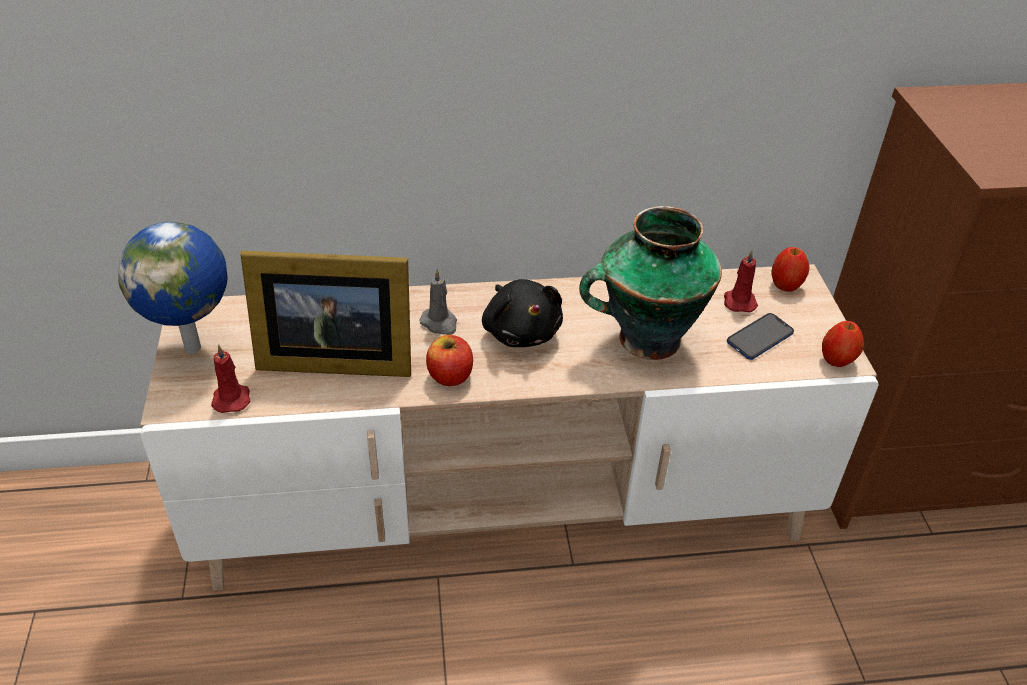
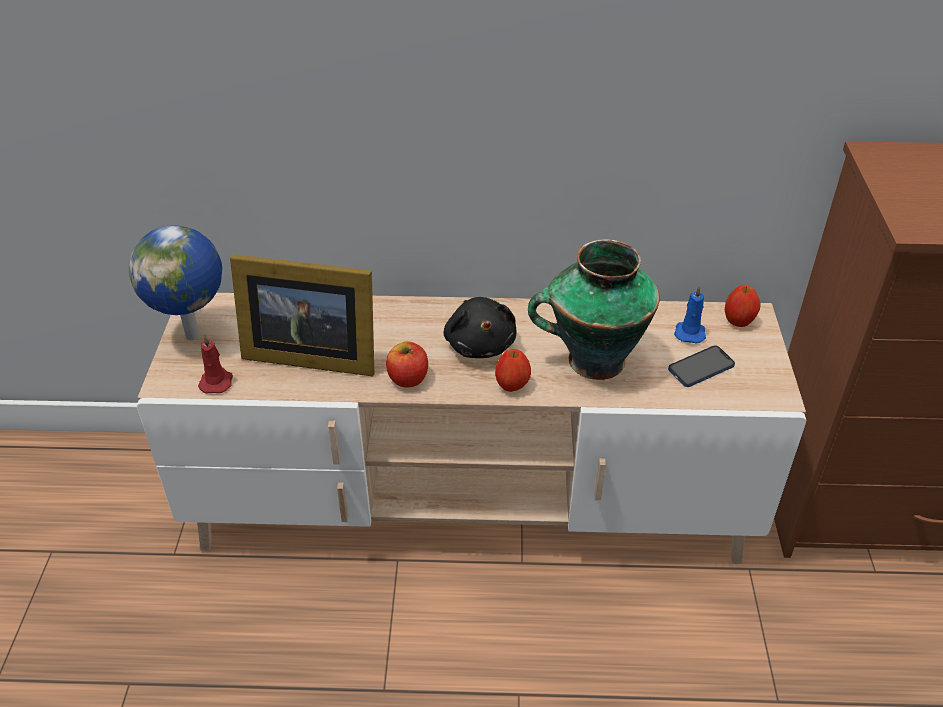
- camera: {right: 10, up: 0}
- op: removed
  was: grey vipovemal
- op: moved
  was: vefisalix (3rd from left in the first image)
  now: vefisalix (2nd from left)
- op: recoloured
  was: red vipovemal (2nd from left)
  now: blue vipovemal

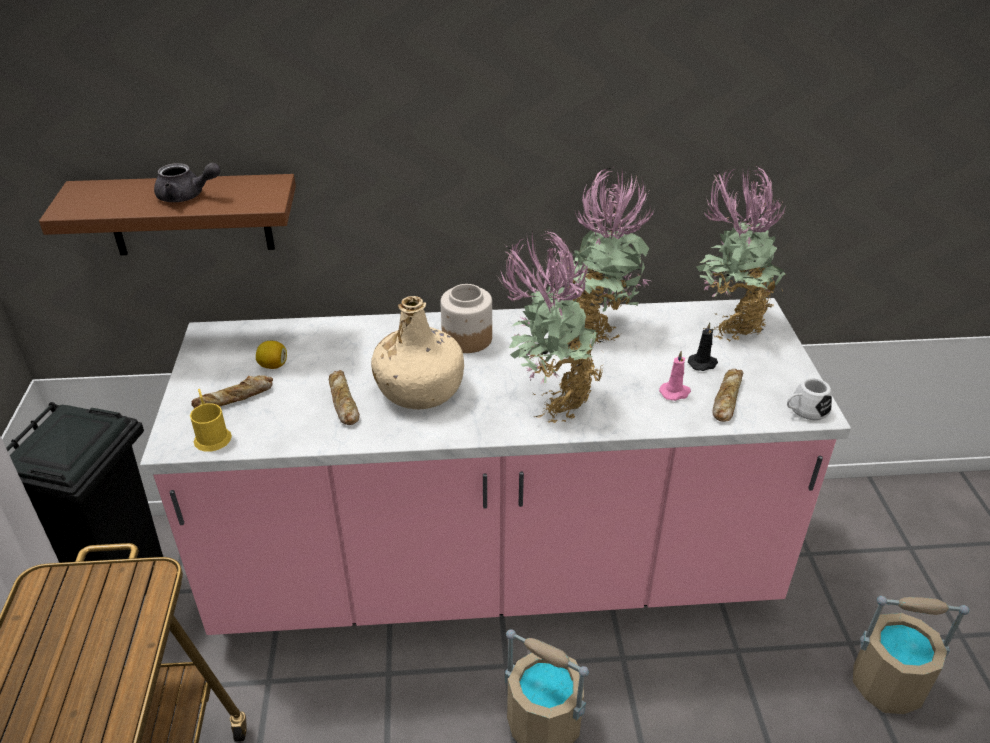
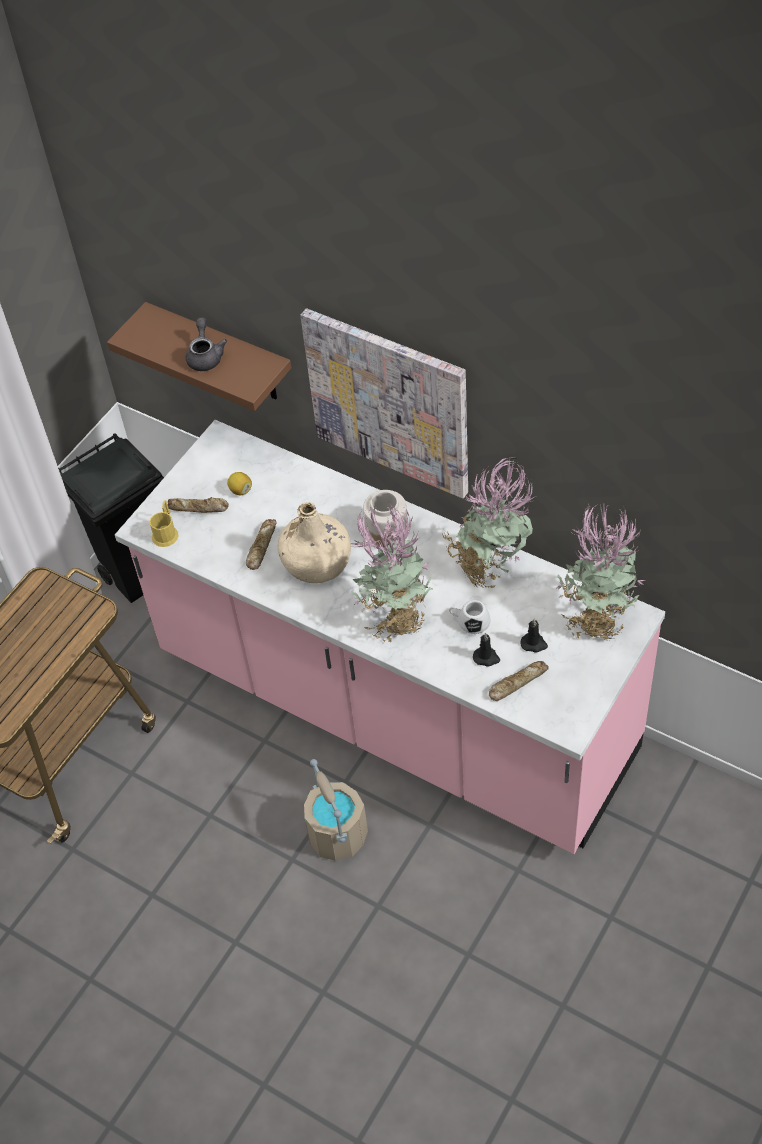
- camera: {right: 40, up: 15}
- op: removed
  was: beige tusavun (2nd from left)
- op: added
  now: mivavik
- op: moved
  was: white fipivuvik
- op: recoloured
  was: pink vipovemal
  now: black vipovemal (1st from left)
- op: turned
  was: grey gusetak
  clockwise: -135

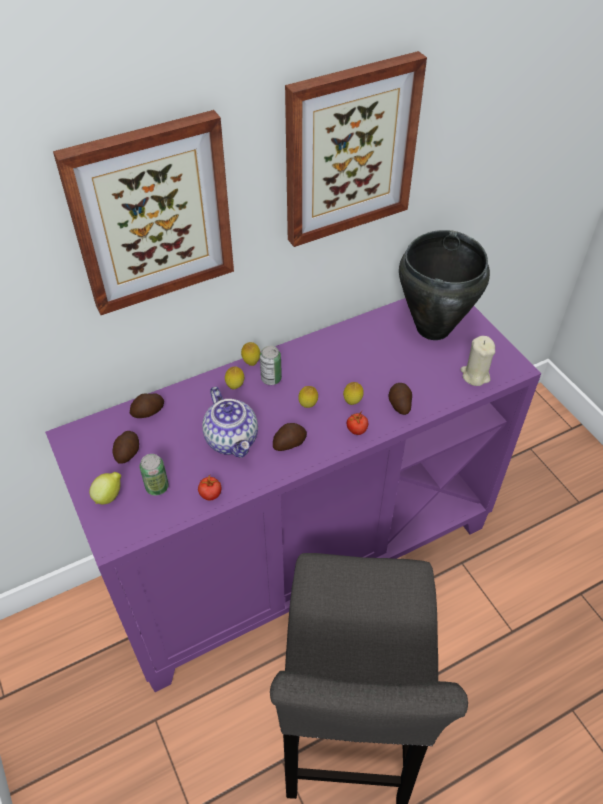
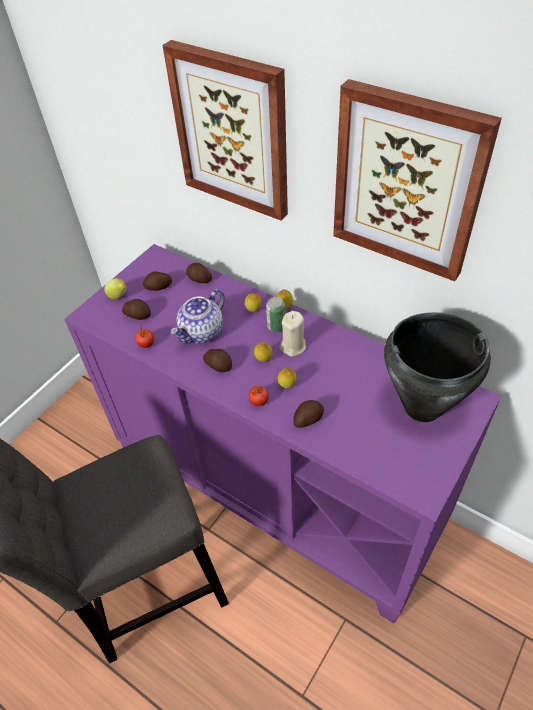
- camera: {right: 65, up: 0}
- op: moved
  was: beige vipovemal
- op: replaced
  was: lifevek (1st from left)
  now: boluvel (1st from left)

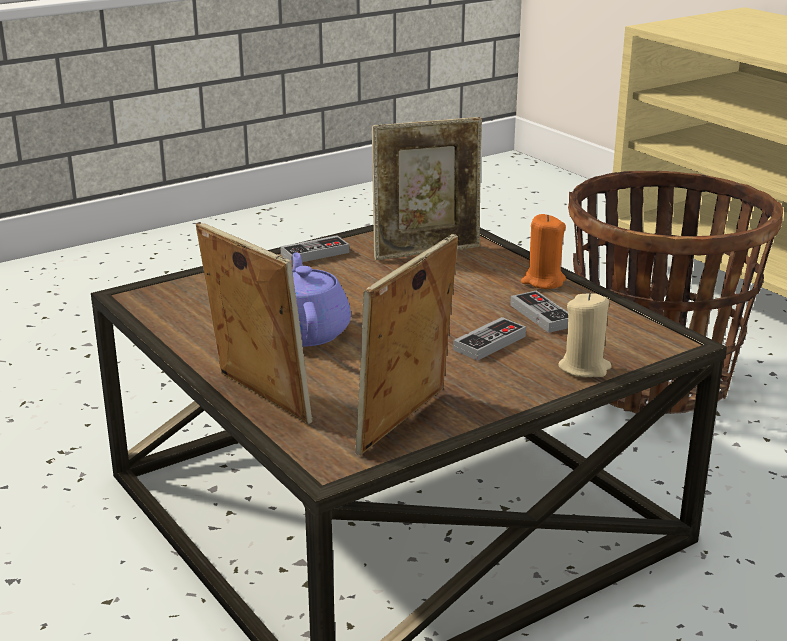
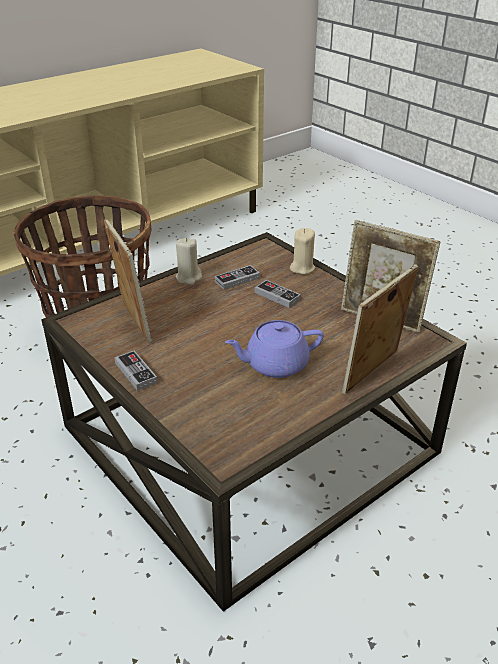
- camera: {right: -95, up: 10}
- op: recoloured
  was: orange vipovemal
  now: beige vipovemal (1st from left)

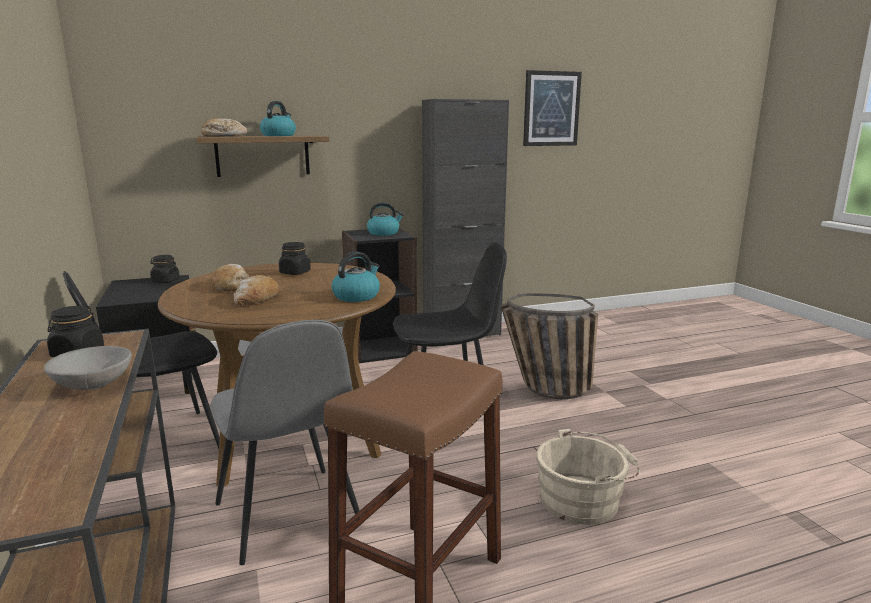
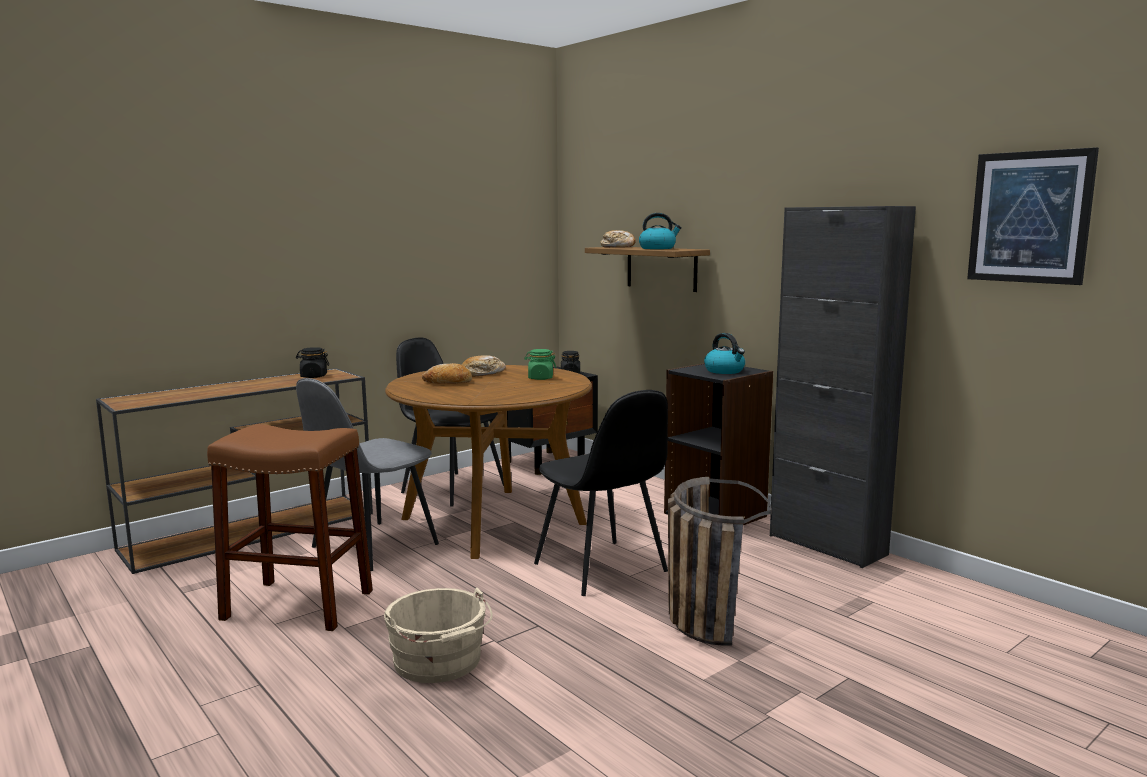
- camera: {right: 70, up: -5}
- op: removed
  was: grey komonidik
- op: removed
  was: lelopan (2nd from left)
- op: recoloured
  was: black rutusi (3rd from left)
  now: green rutusi

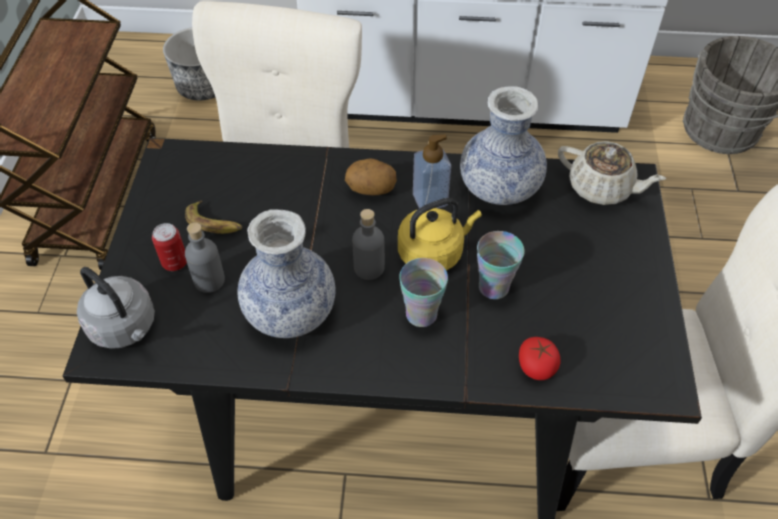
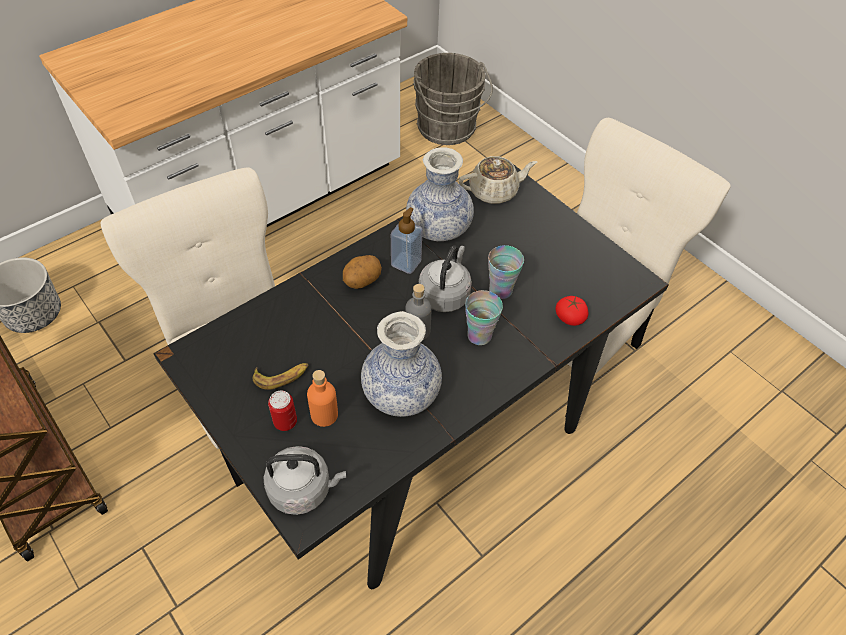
- camera: {right: -45, up: 0}
- op: recoloured
  was: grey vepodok (1st from left)
  now: orange vepodok
- op: recoloured
  was: yellow lelopan
  now: grey lelopan (2nd from left)

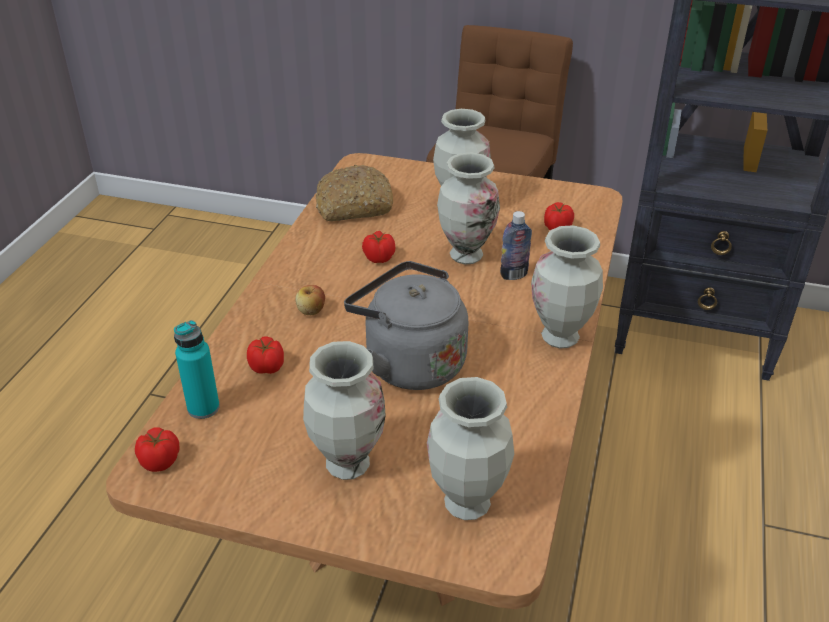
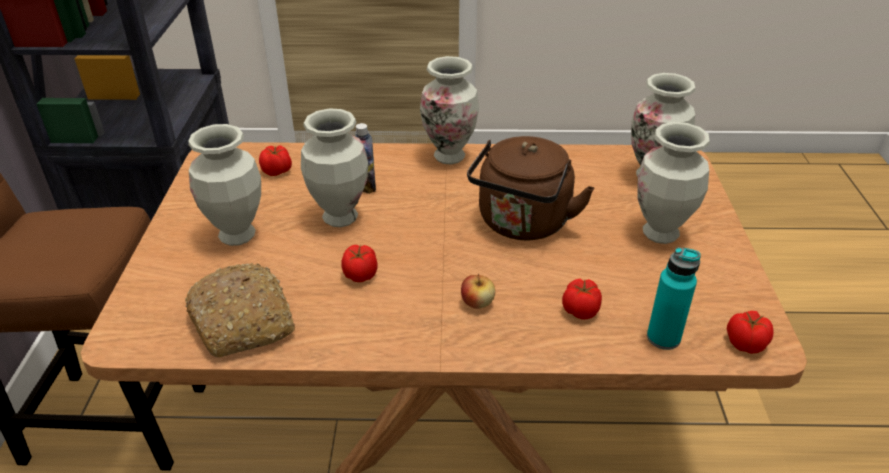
- camera: {right: -105, up: 0}
- op: recoloured
  was: grey lelopan
  now: brown lelopan

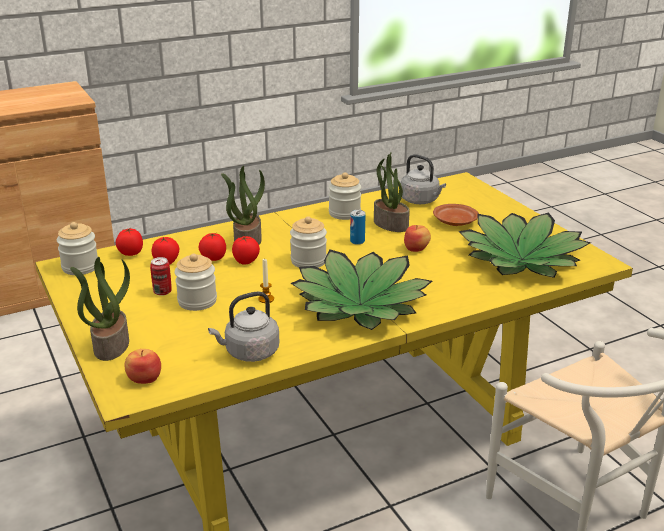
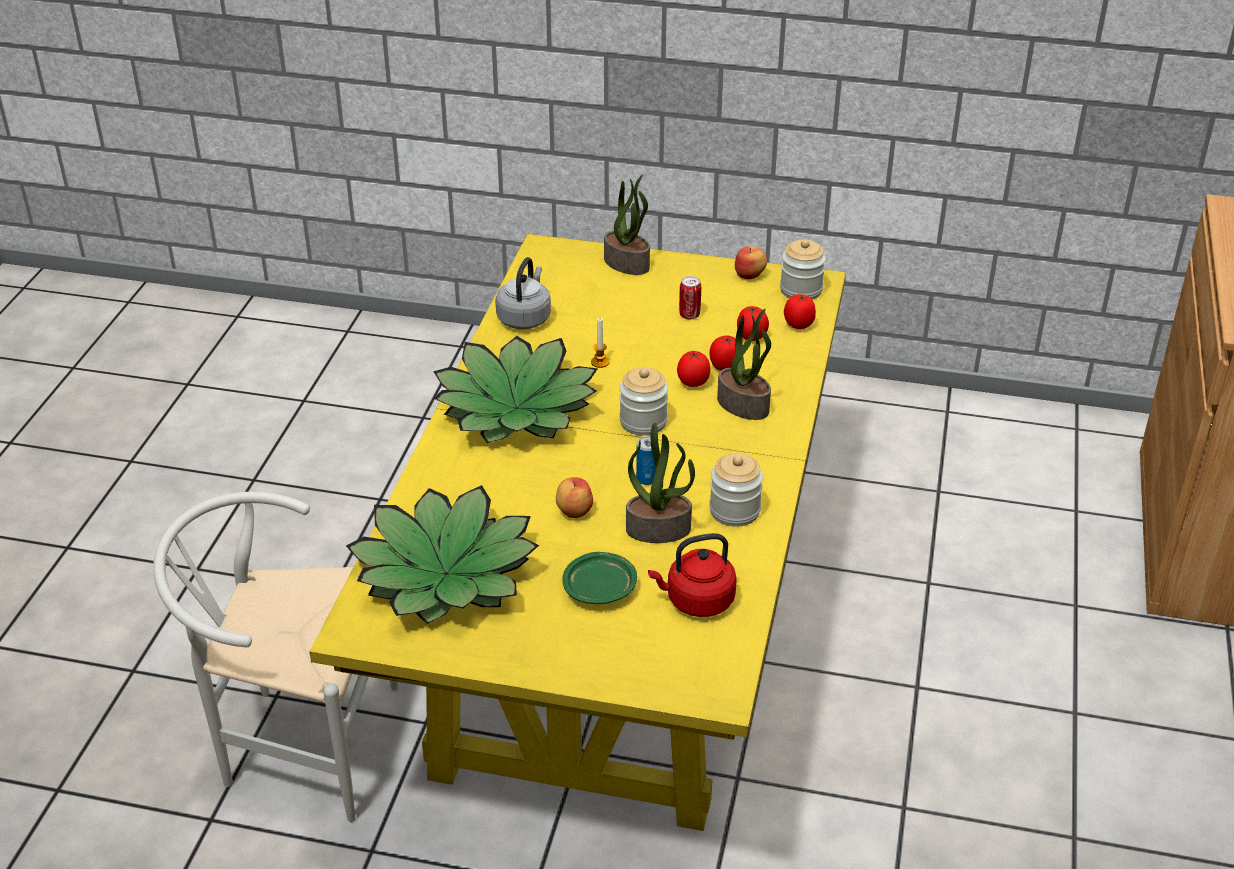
- camera: {right: 130, up: 10}
- op: removed
  was: rutusi (2nd from left)
- op: moved
  was: vefisalix (1st from left in the first image)
  now: vefisalix (2nd from left)
- op: recoloured
  was: grey lelopan (2nd from left)
  now: red lelopan
- op: recoloured
  was: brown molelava
  now: green molelava

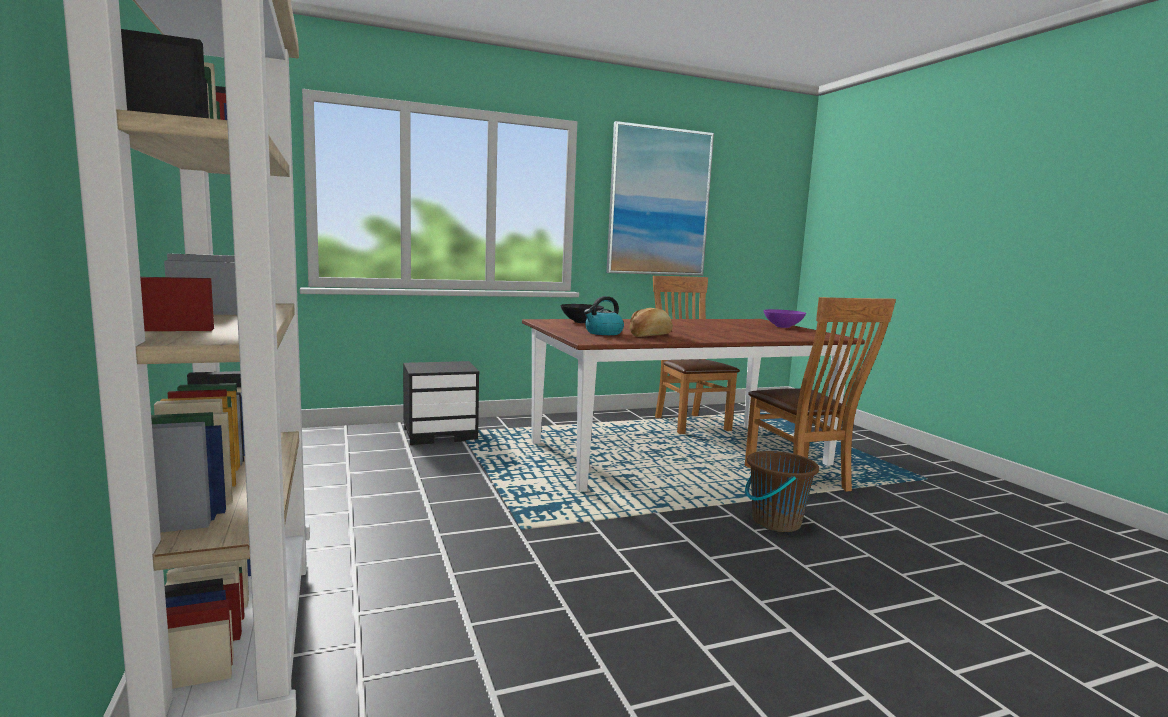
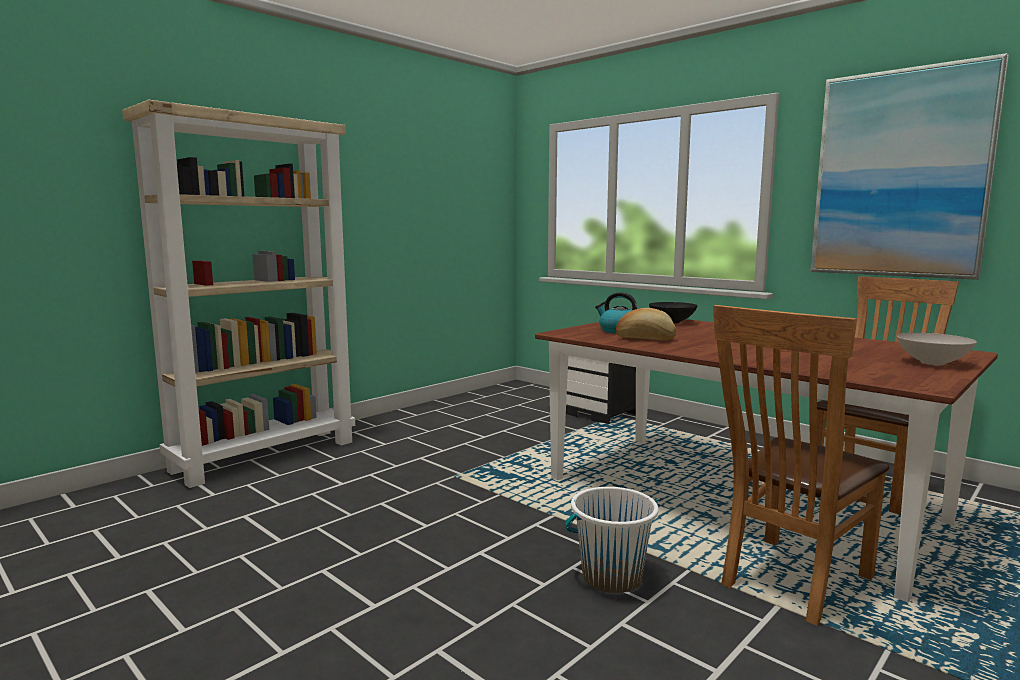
- camera: {right: 65, up: 0}
- op: recoloured
  was: brown tusavun
  now: white tusavun
- op: recoloured
  was: purple komonidik
  now: white komonidik

